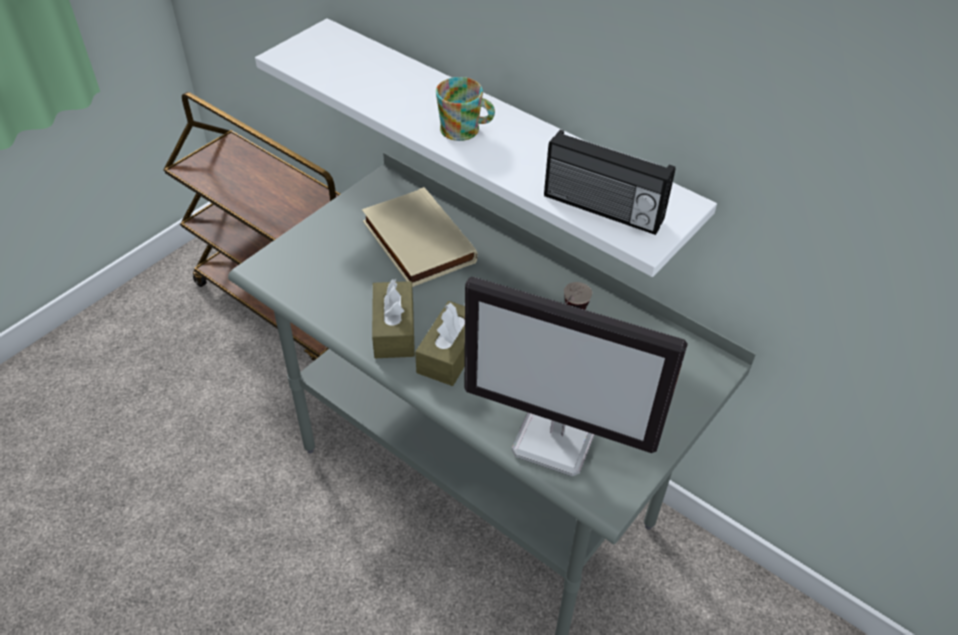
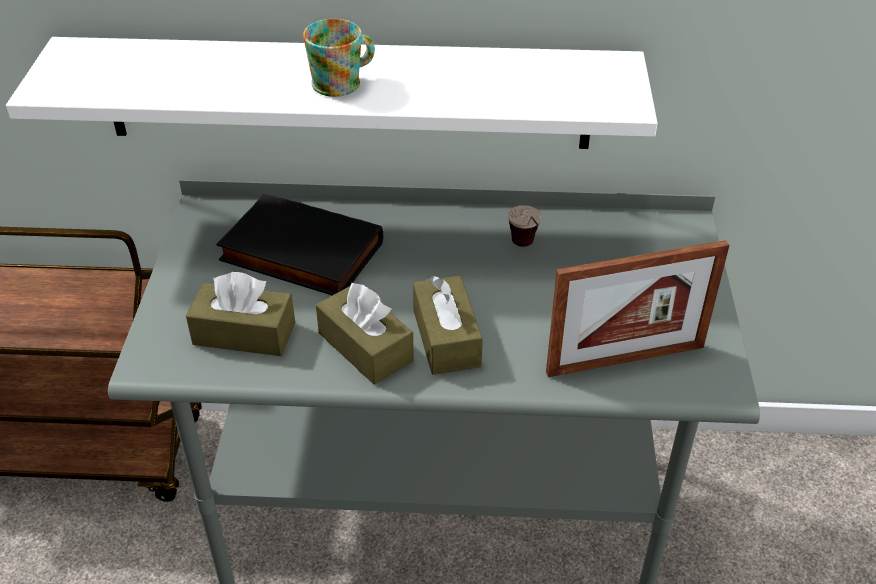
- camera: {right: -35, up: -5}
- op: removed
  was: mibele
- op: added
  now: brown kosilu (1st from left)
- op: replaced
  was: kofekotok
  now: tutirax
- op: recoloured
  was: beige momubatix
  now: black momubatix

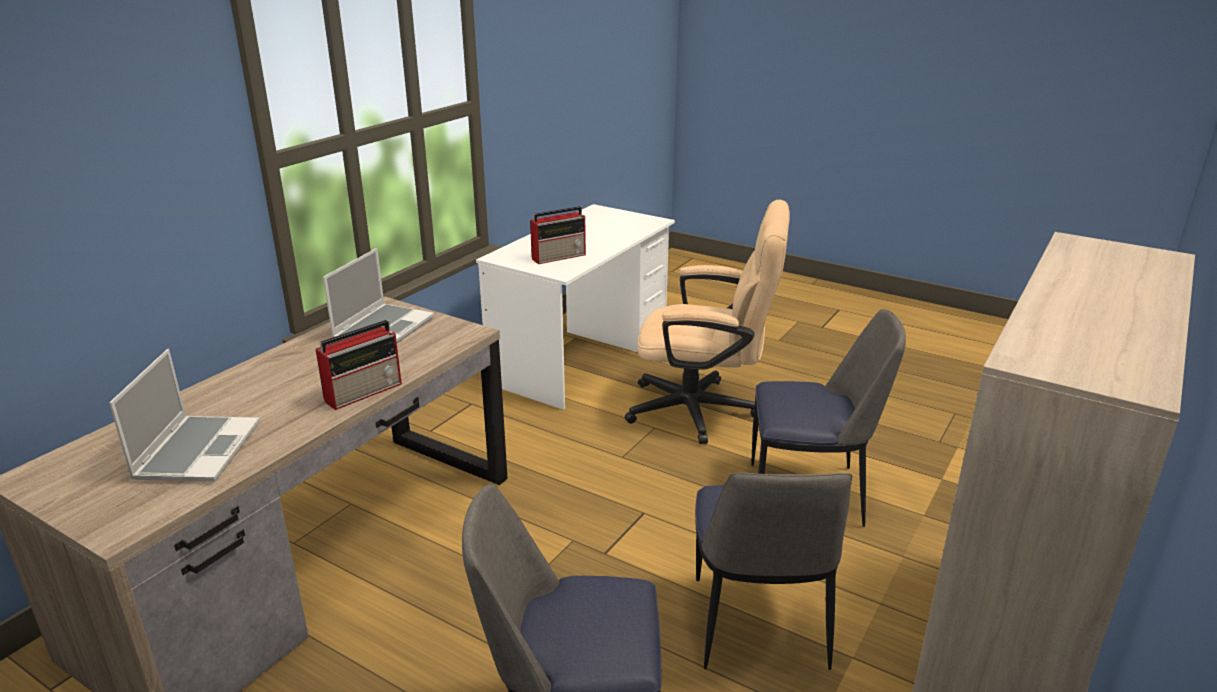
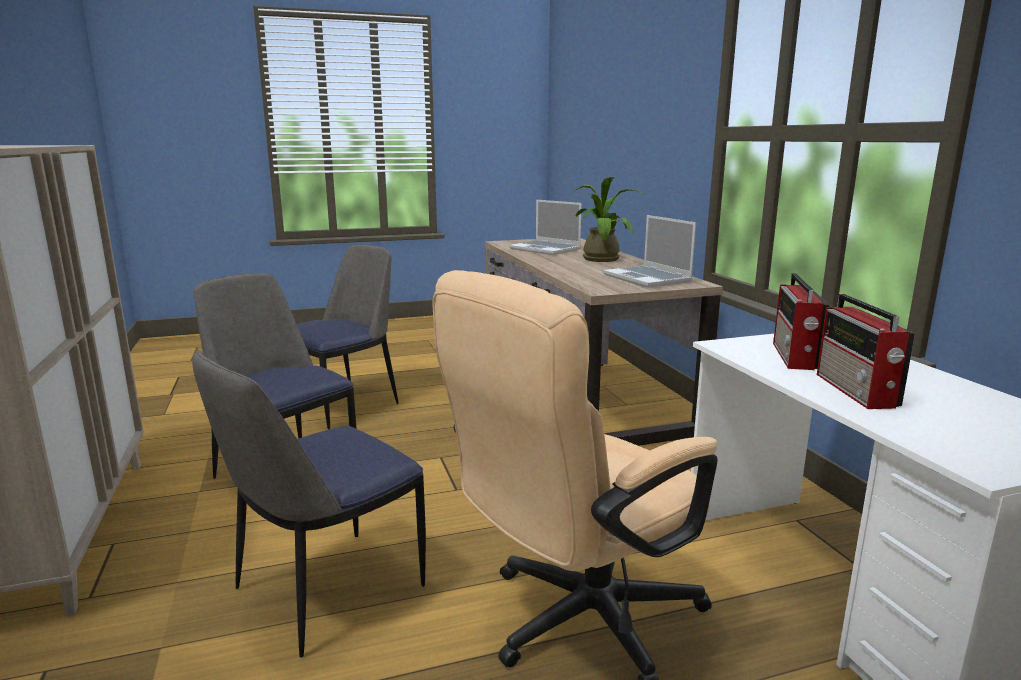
- camera: {right: 130, up: -10}
- op: added
  now: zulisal
- op: moved
  was: mibele (1st from left in the first image)
  now: mibele (2nd from left)

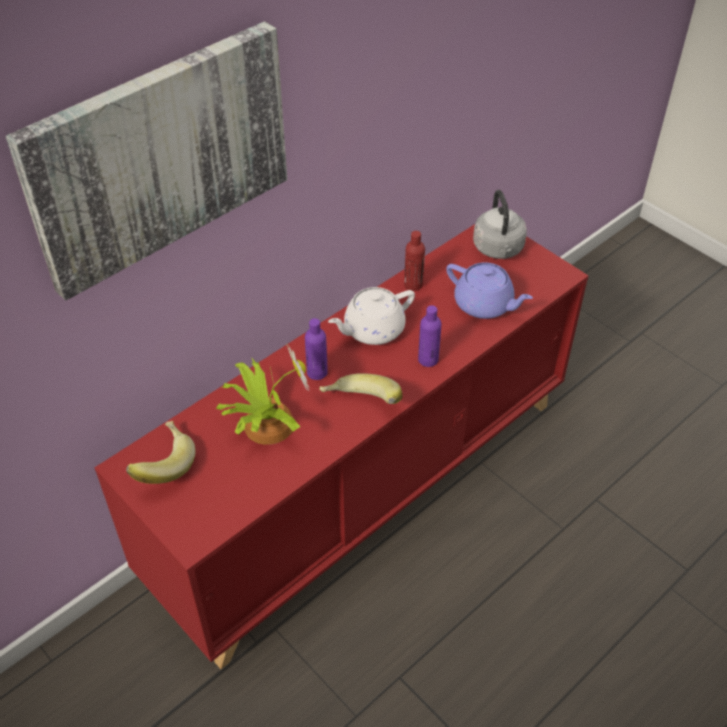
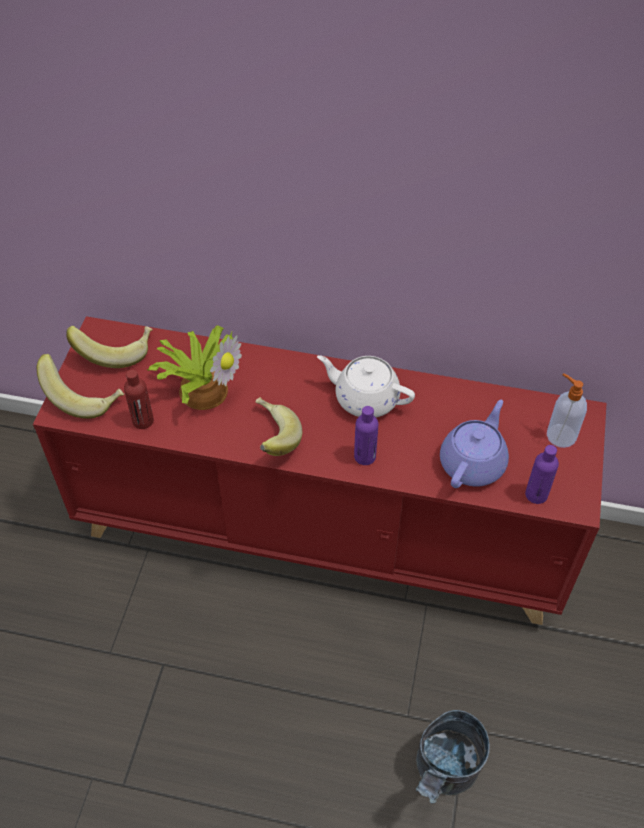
- camera: {right: 55, up: 5}
- op: removed
  was: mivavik
- op: added
  now: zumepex (1st from left)
- op: added
  now: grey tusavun
- op: moved
  was: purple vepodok (1st from left in the first image)
  now: purple vepodok (2nd from left)
- op: moved
  was: red vepodok
- op: replaced
  was: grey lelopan
  now: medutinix
- op: turned
  was: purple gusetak
  clockwise: -150

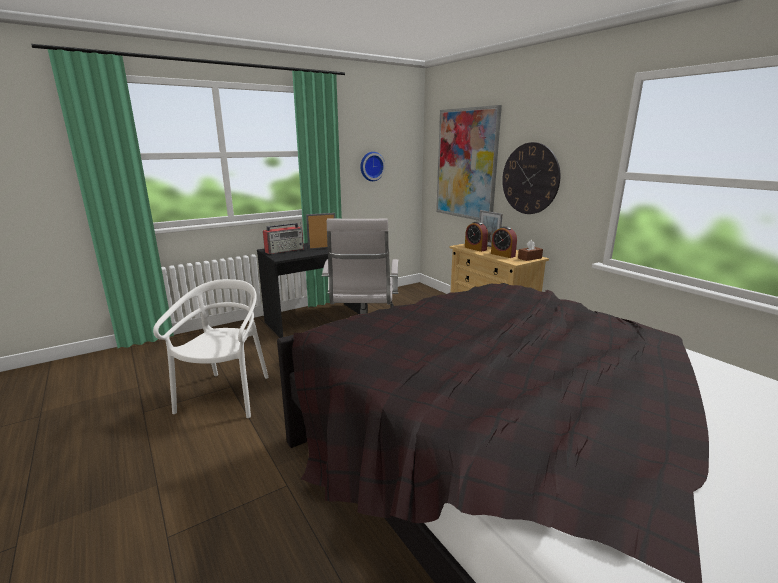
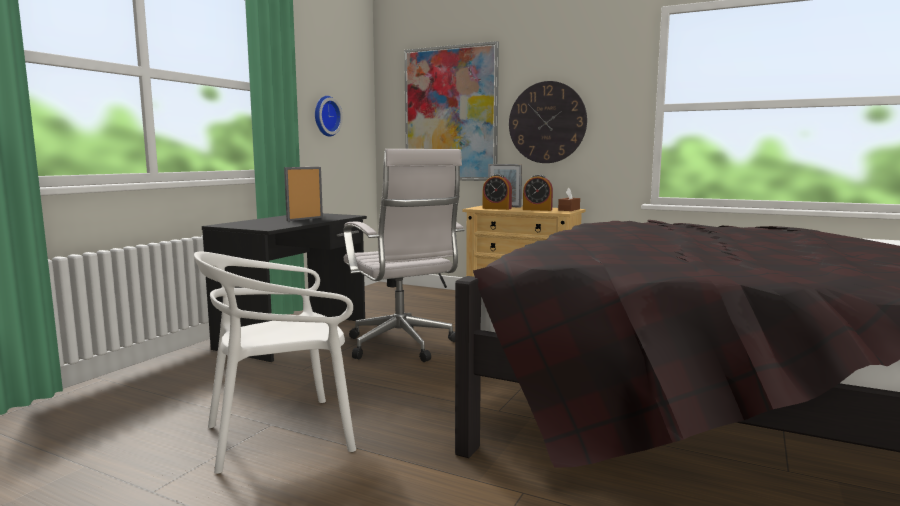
- camera: {right: -30, up: -10}
- op: removed
  was: mibele
- op: turned
  was: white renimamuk
  clockwise: -90

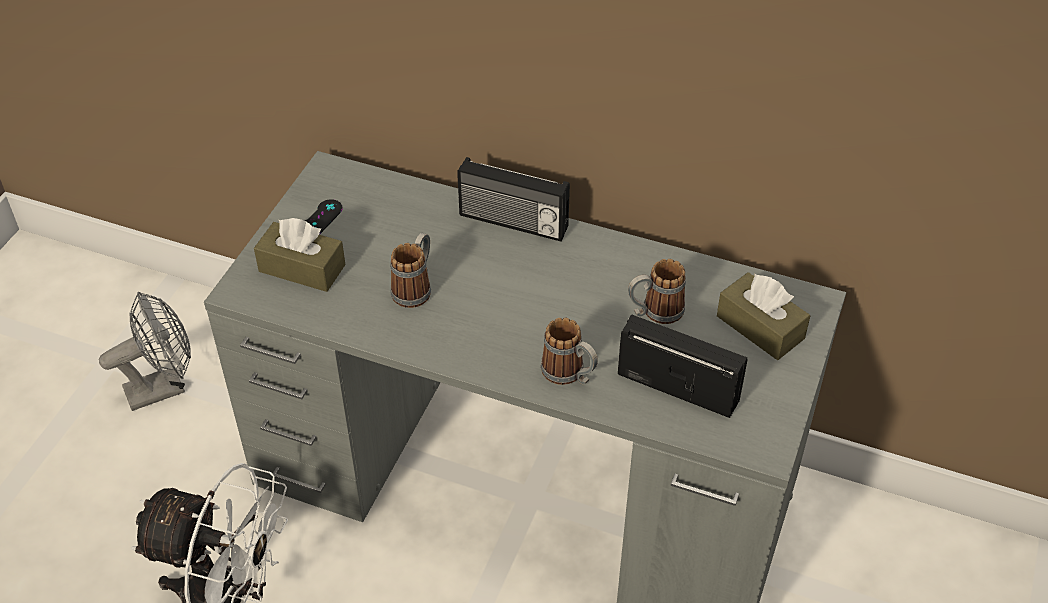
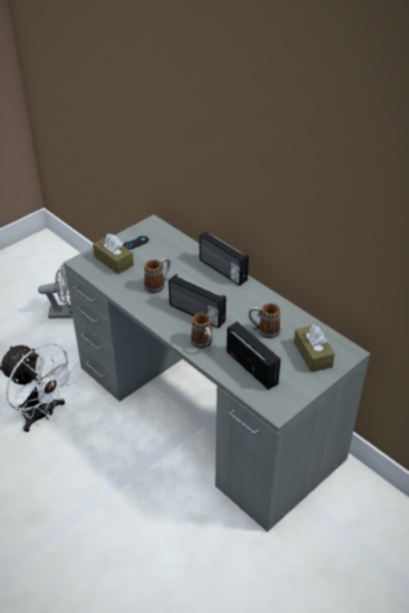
- camera: {right: 25, up: -5}
- op: added
  now: mibele (1st from left)

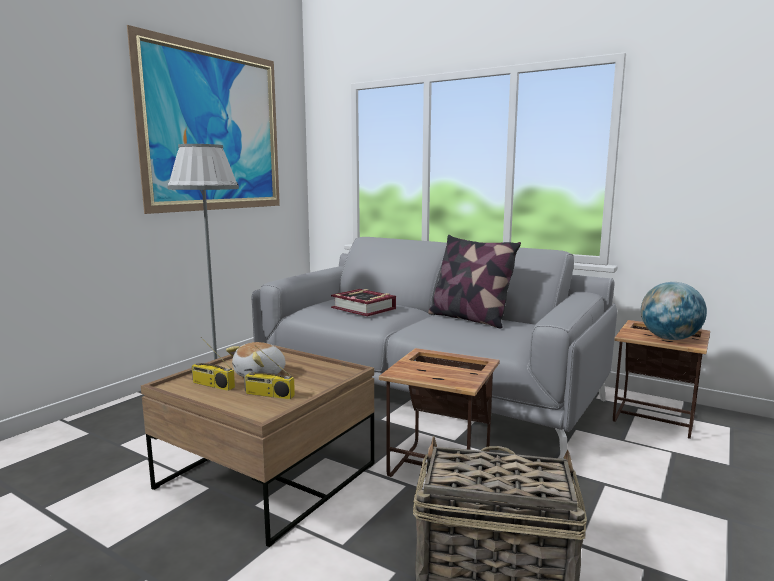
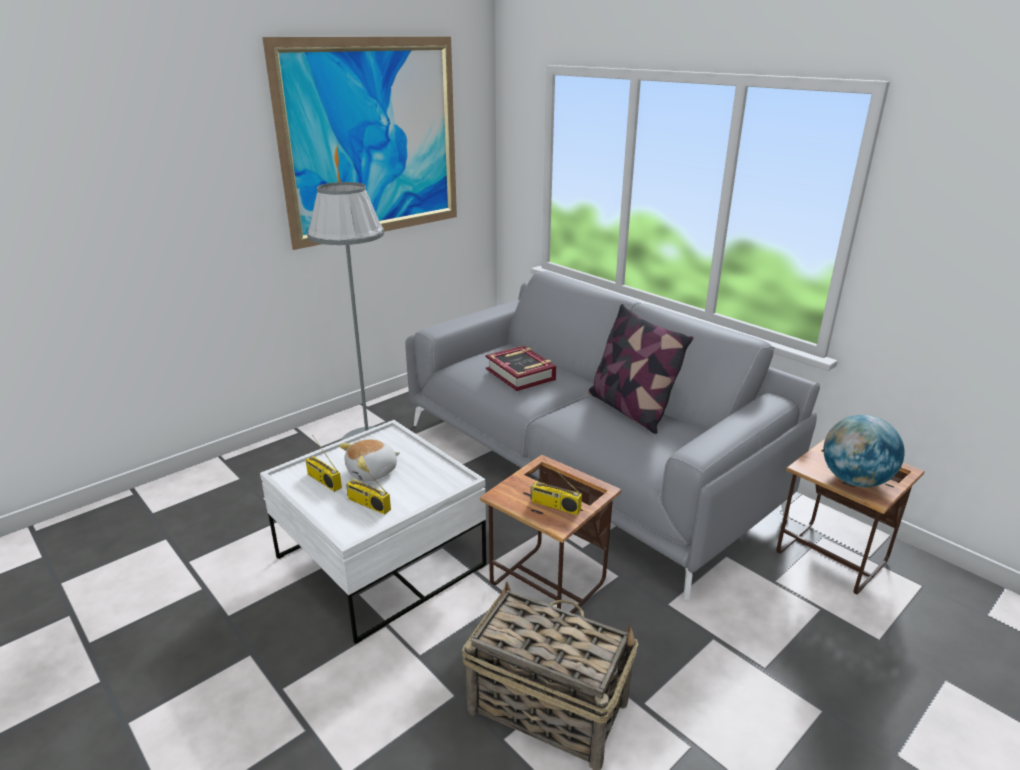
- camera: {right: 15, up: 15}
- op: added
  now: mibele (3rd from left)
- op: recoloured
  was: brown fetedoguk
  now: white fetedoguk

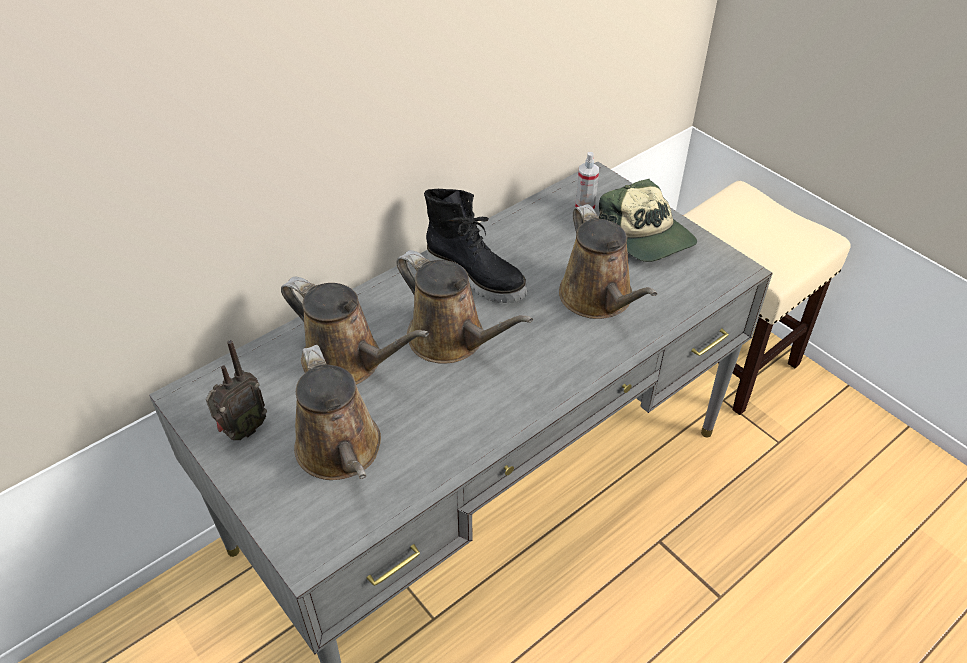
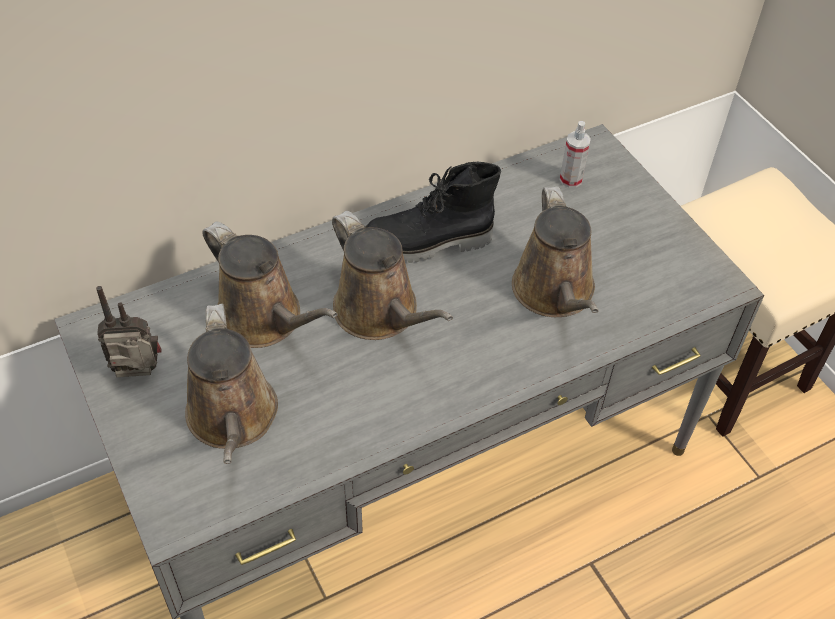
- camera: {right: 10, up: 5}
- op: removed
  was: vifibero
- op: turned
  was: mibele
  clockwise: -150
- op: turned
  was: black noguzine
  clockwise: 120

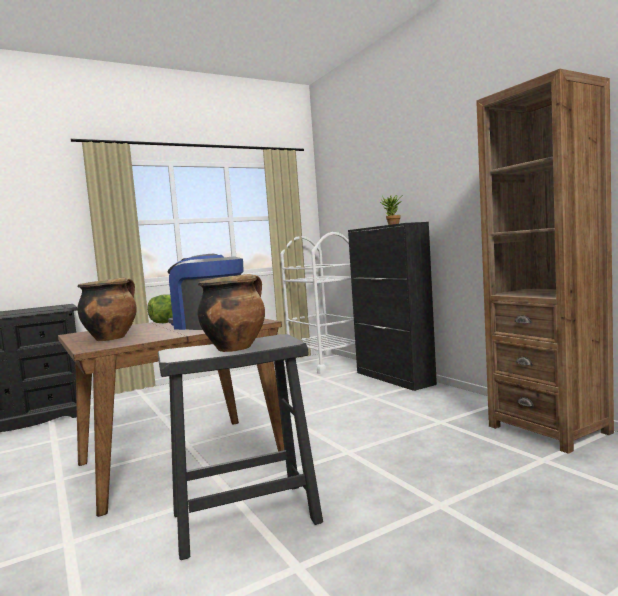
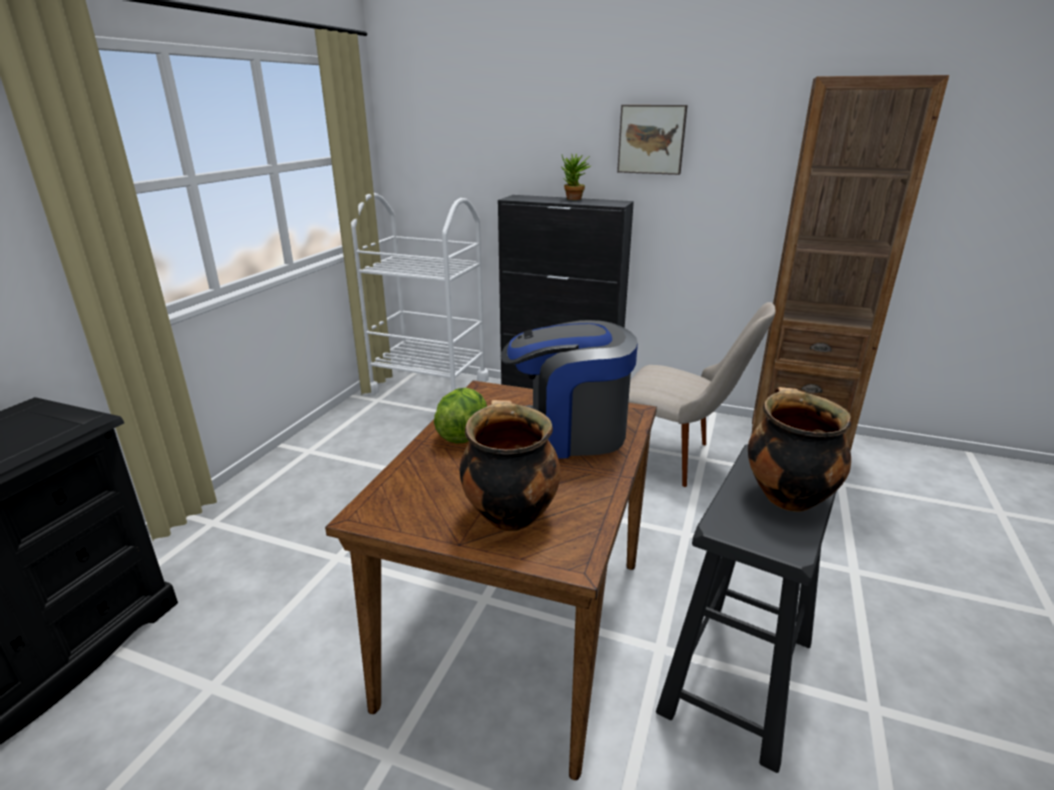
- camera: {right: -40, up: 20}
- op: added
  now: mivavik
- op: added
  now: beige renimamuk

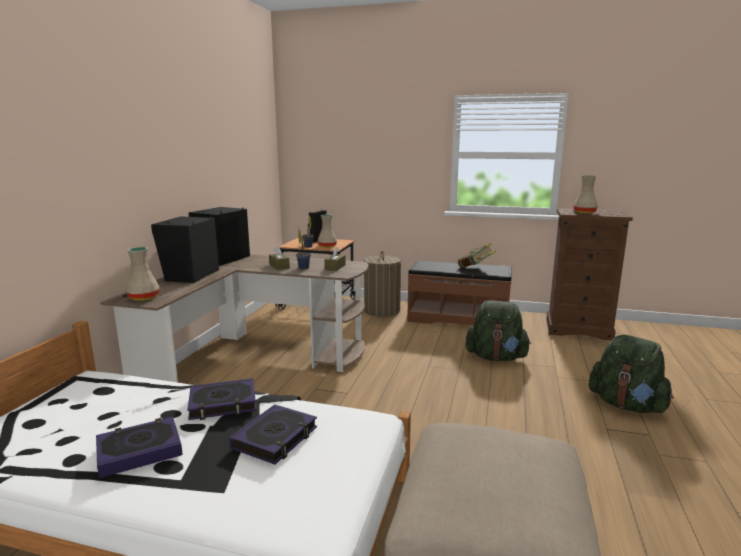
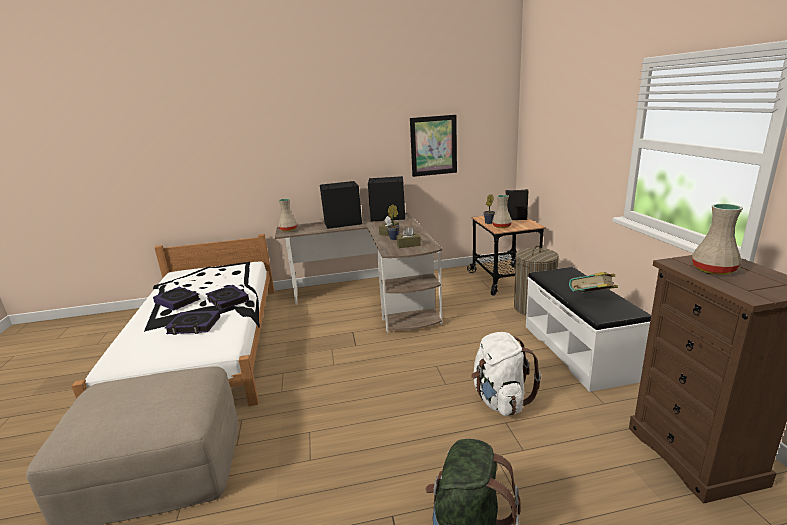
- camera: {right: 65, up: 5}
- op: added
  now: mivavik
- op: recoloured
  was: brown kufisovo
  now: white kufisovo
- op: recoloured
  was: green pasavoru (1st from left)
  now: white pasavoru

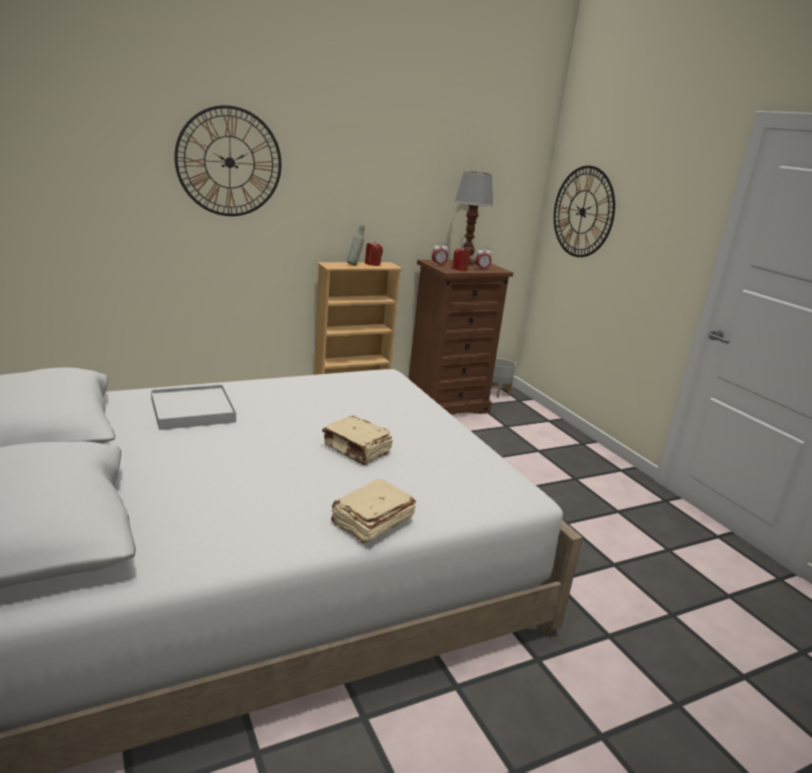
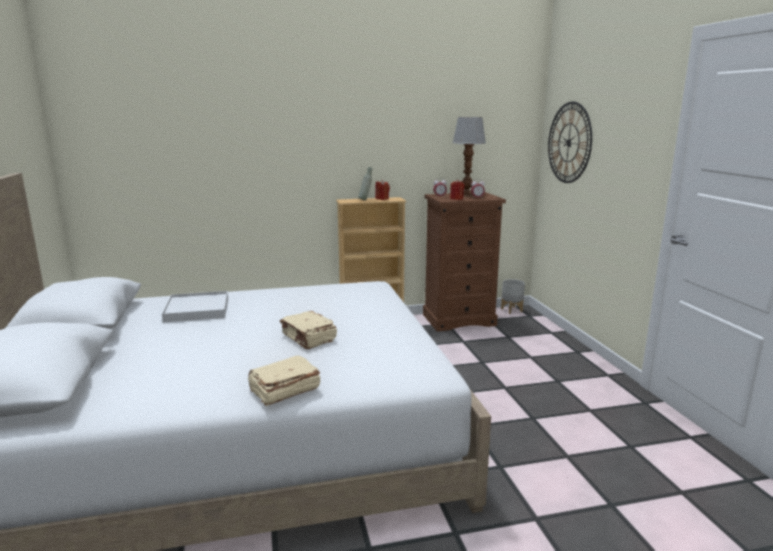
- camera: {right: 15, up: -5}
- op: removed
  was: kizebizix (1st from left)

